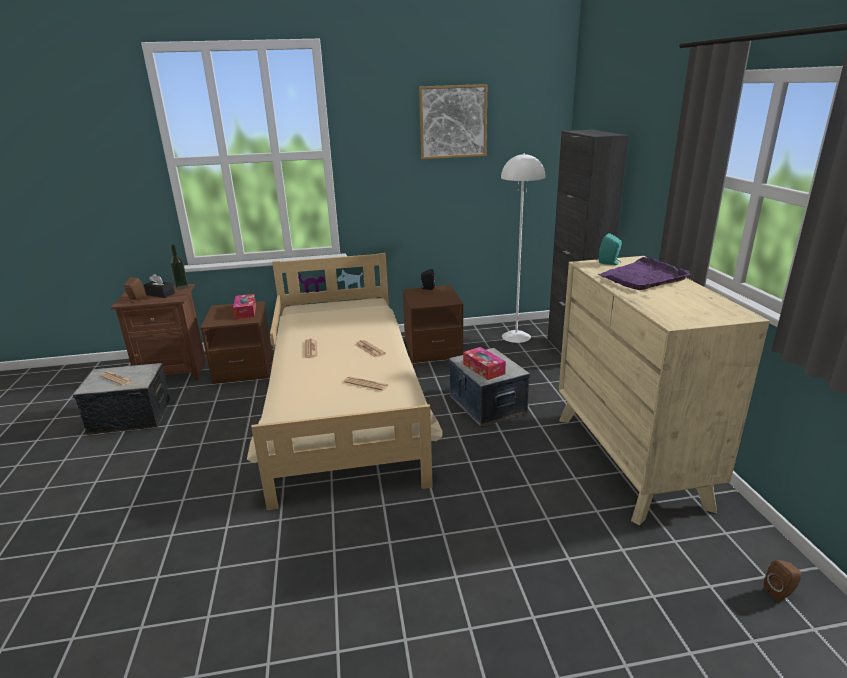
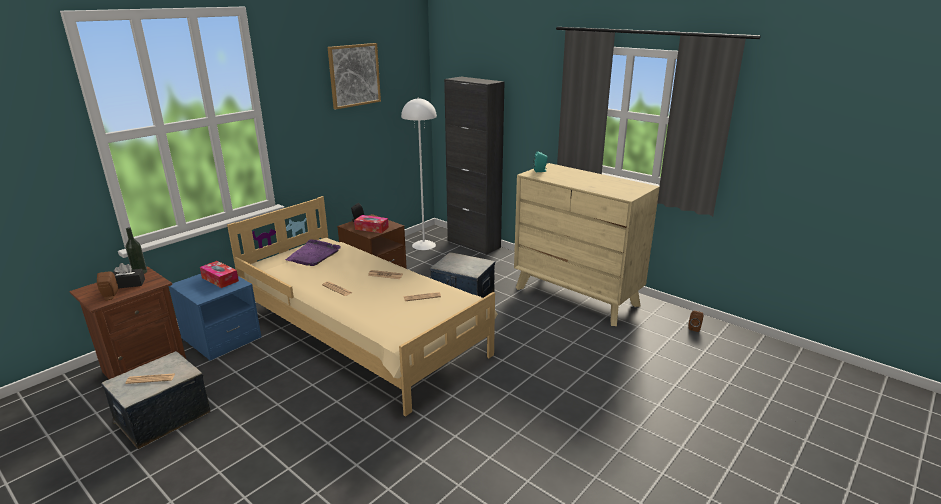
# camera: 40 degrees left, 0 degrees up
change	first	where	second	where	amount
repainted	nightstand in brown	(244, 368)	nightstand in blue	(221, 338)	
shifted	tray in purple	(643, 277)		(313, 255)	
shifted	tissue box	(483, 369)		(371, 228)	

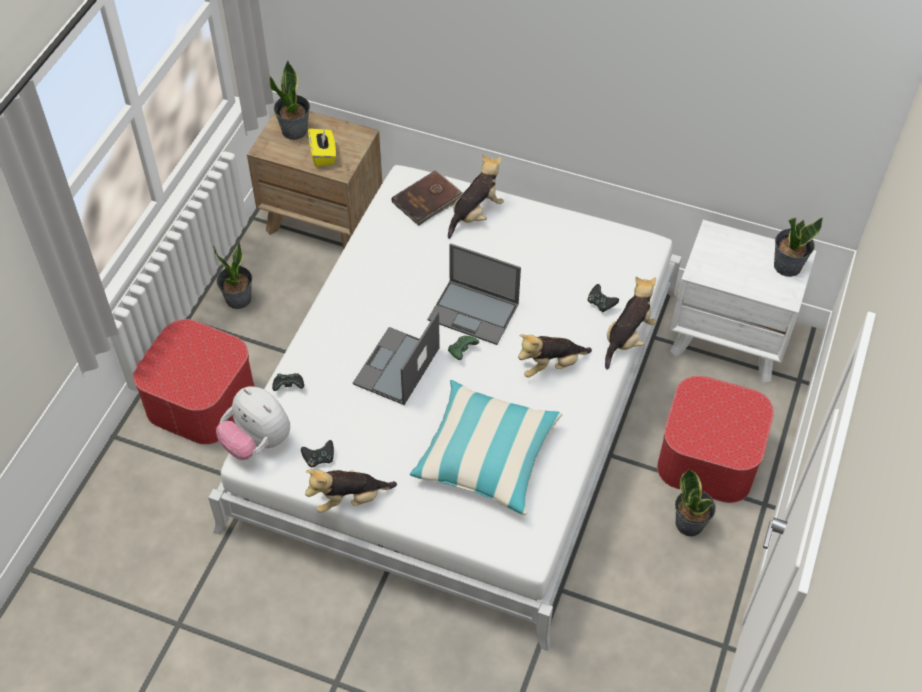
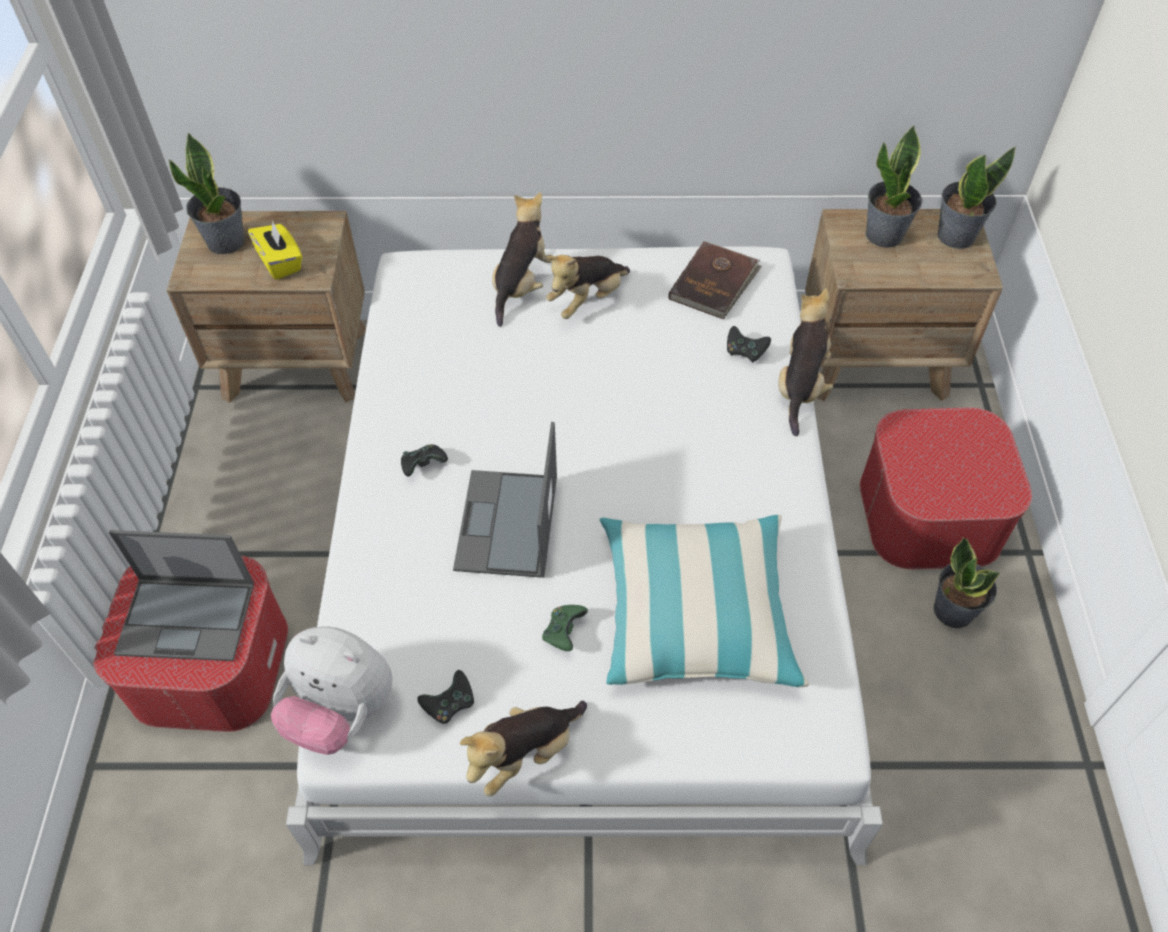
# camera: 20 degrees left, 0 degrees up
change	first	where	second	where	amount
shifted	laptop	(474, 312)		(188, 618)	
shifted	game controller in black	(289, 386)		(423, 466)	
shifted	game controller in green	(462, 351)		(564, 632)	
shifted	plush toy	(550, 365)		(587, 300)	
shifted	book in brown	(428, 200)		(715, 283)	
repainted	nightstand in white	(729, 339)	nightstand in brown	(875, 361)	
shifted	potted plant	(238, 299)		(885, 235)	

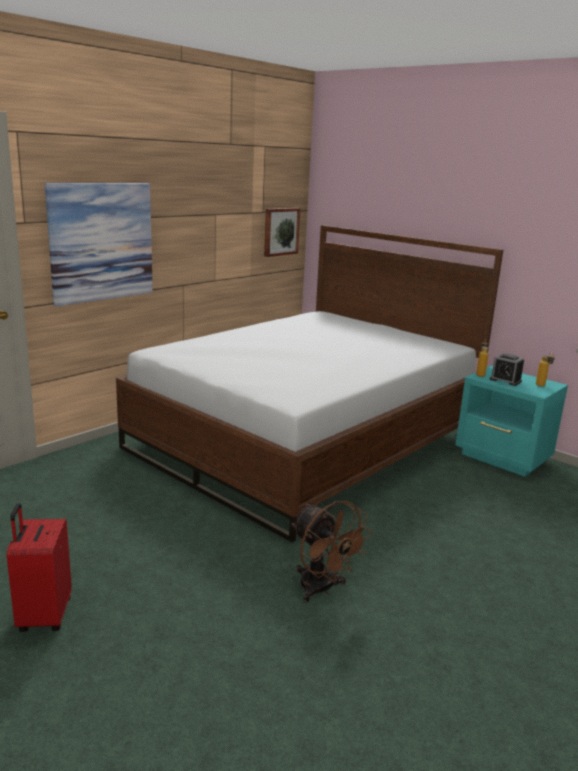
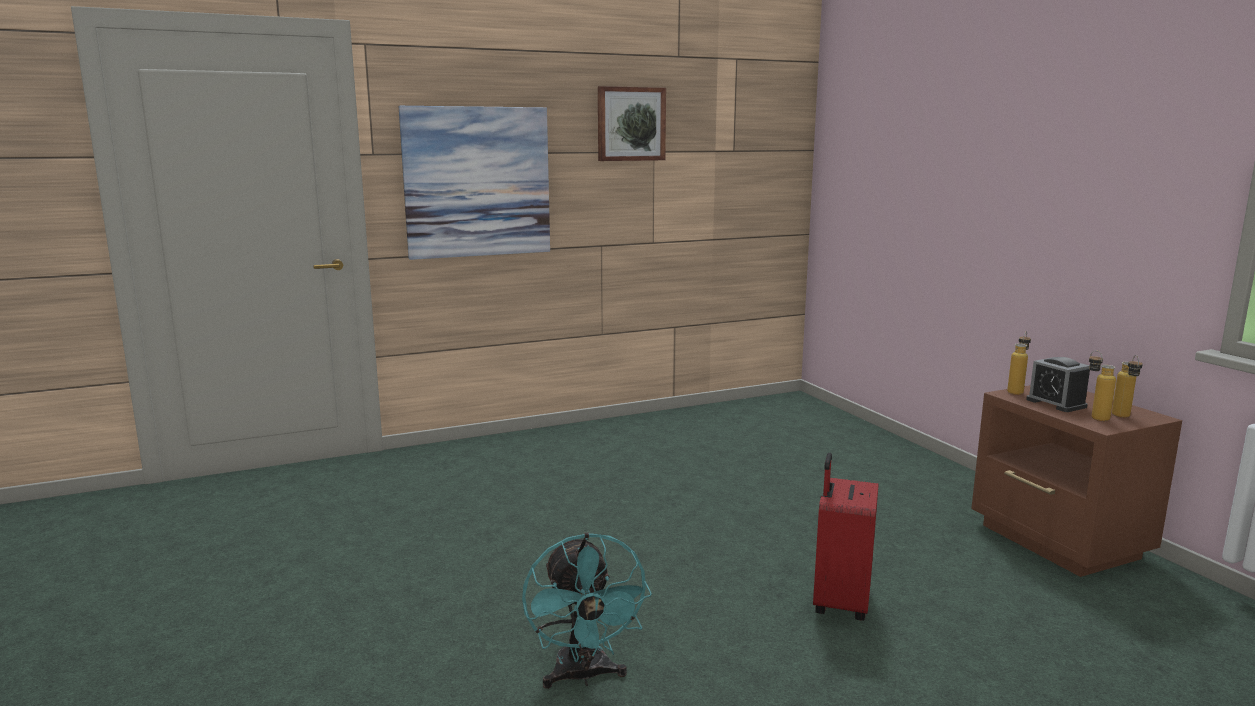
# camera: 25 degrees right, 5 degrees down
change	first	where	second	where	amount
repainted	fan in brown	(322, 589)	fan in turquoise	(584, 676)	
shifted	picture	(280, 231)		(630, 124)	
shifted	suitcase in red	(43, 616)		(839, 602)	
repainted	nightstand in turquoise	(503, 458)	nightstand in brown	(1059, 542)	
new			bottle	(1094, 416)	
gone	bed	(307, 441)			

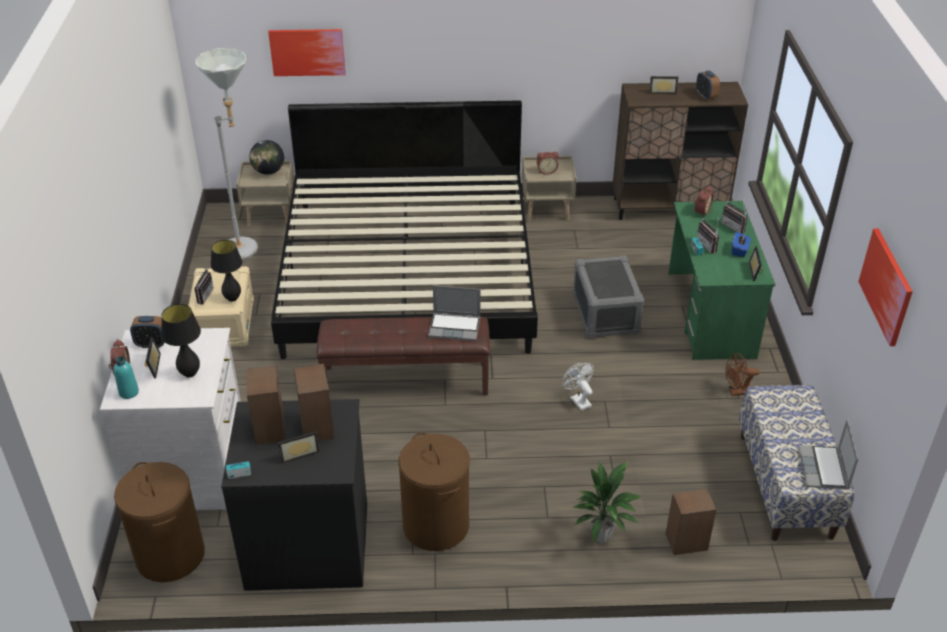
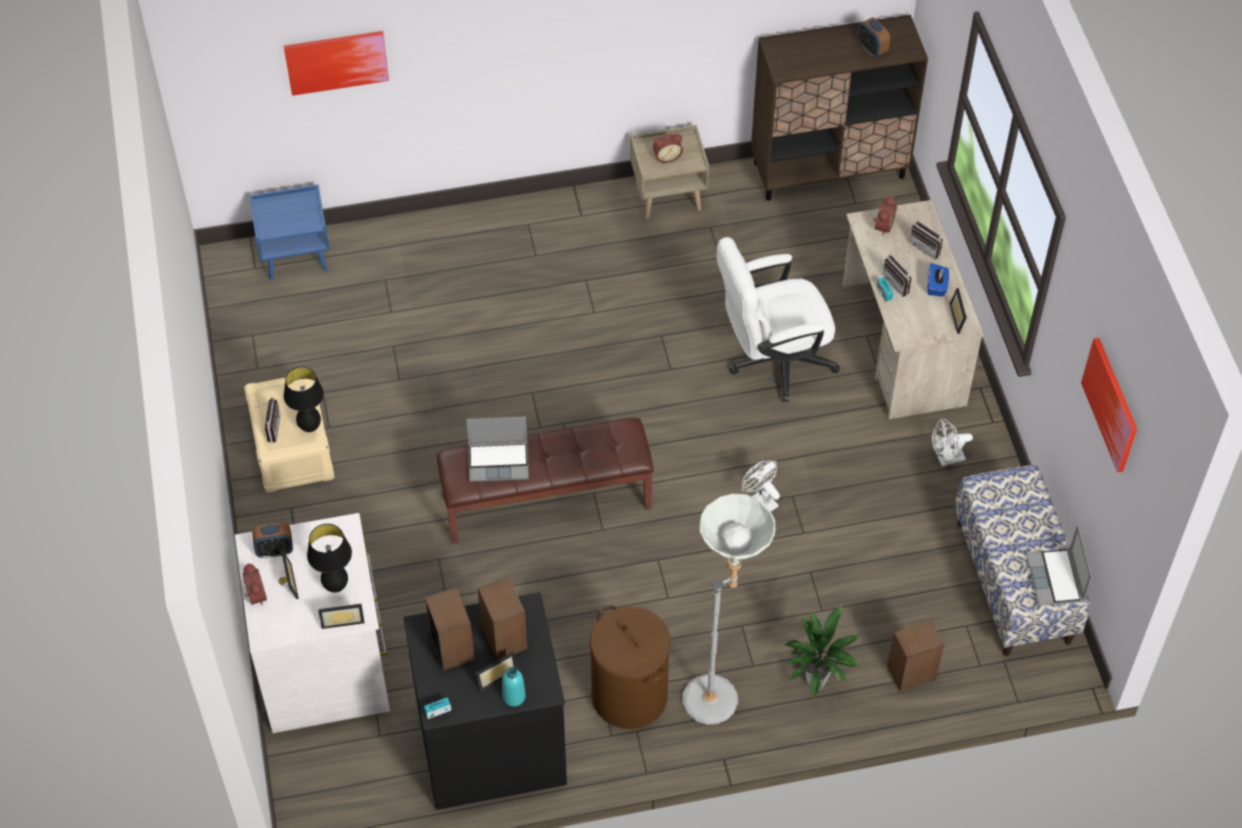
# camera: 10 degrees left, 15 degrees up
change	first	where	second	where	amount
repainted	nightstand in beige	(271, 216)	nightstand in blue	(296, 256)	
shifted	picture frame	(662, 91)		(342, 619)	
shifted	laptop	(455, 327)		(499, 461)	
shifted	bottle in turquoise	(129, 392)		(514, 696)	
shifted	floor lamp in grey	(247, 247)		(720, 694)	
swapped	storage box in grey	(605, 313)	office chair in white	(772, 361)	
repainted	desk in green	(710, 314)	desk in beige	(903, 345)	
repainted	fan in brown	(736, 391)	fan in white	(946, 459)	
gone	laundry basket in brown	(170, 555)			
gone	globe	(268, 171)			
gone	bed	(408, 273)			

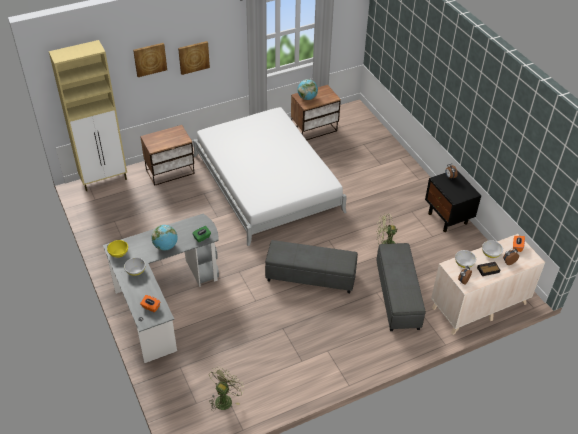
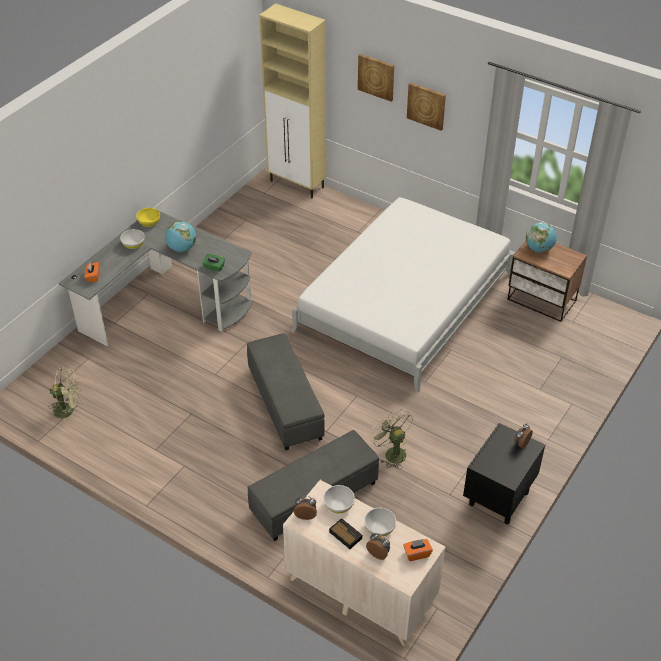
# camera: 60 degrees right, 0 degrees up
change	first	where	second	where	amount
gone	nightstand	(171, 172)			

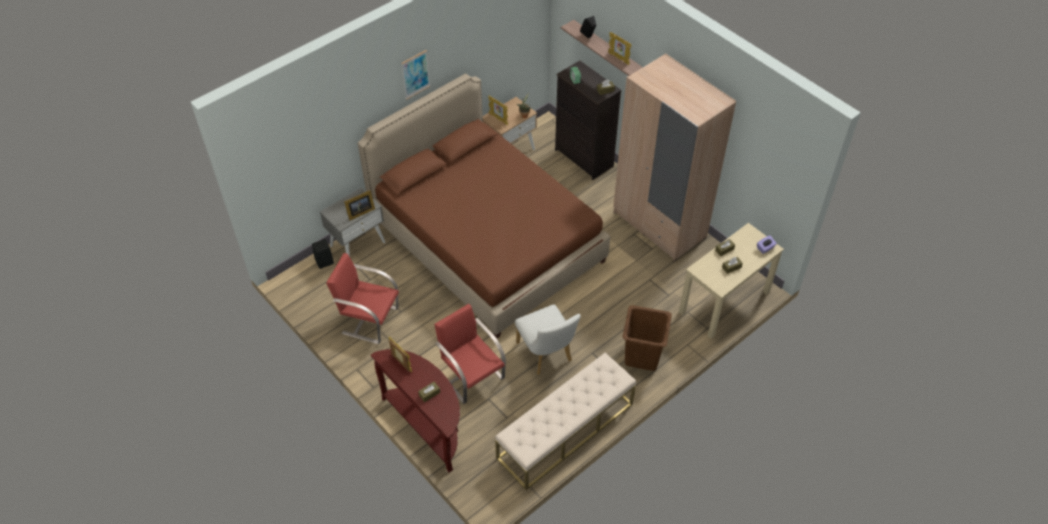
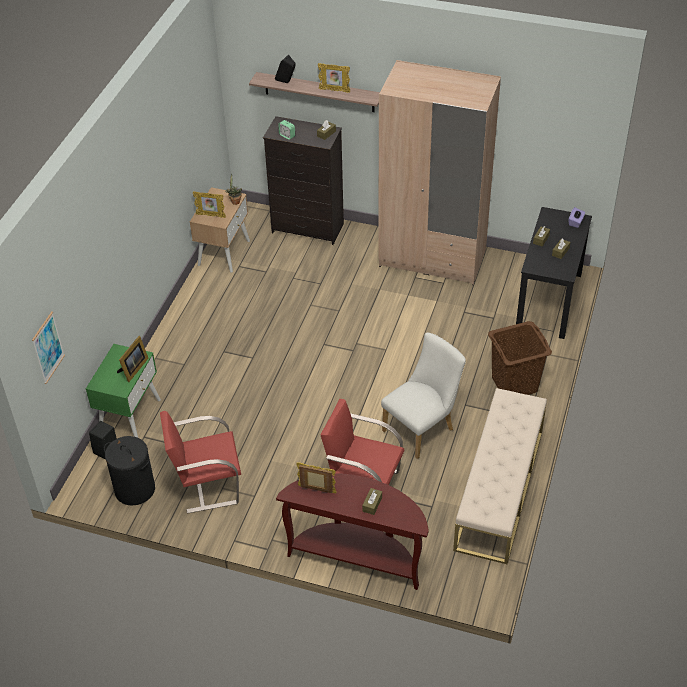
# camera: 30 degrees left, 5 degrees down
change	first	where	second	where	amount
shifted	picture	(415, 74)		(48, 347)	
repainted	nightstand in grey	(357, 243)	nightstand in green	(130, 415)	
new			laundry basket in black	(134, 489)	
rotated	chair in white	(546, 355)		(422, 428)	75 degrees counterclockwise
repainted	desk in beige	(724, 302)	desk in black	(549, 301)	
gone	bed in brown	(487, 241)			

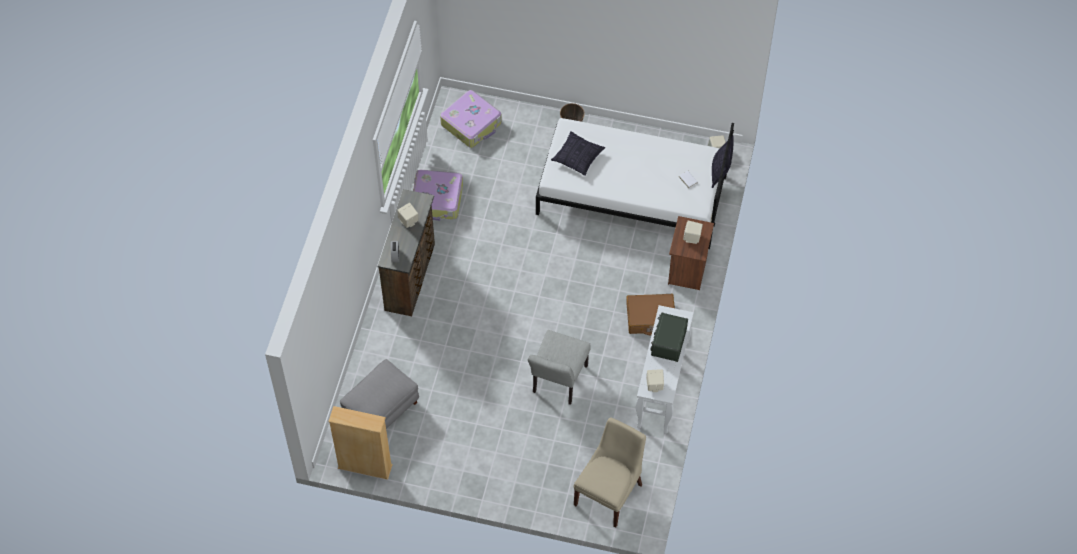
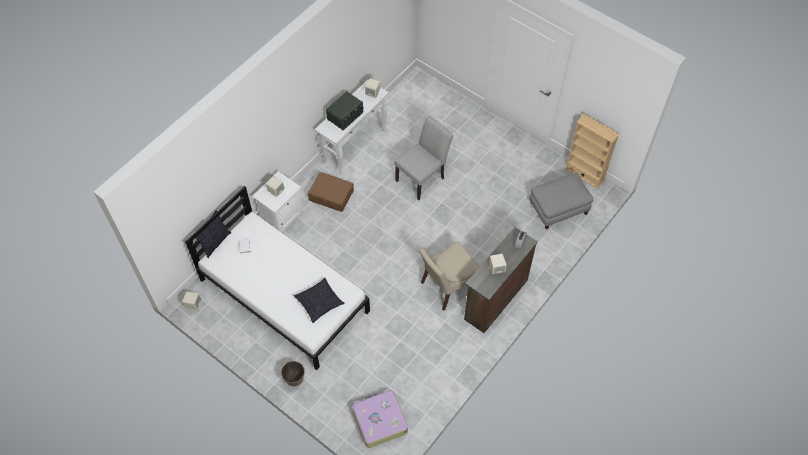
# camera: 155 degrees left, 0 degrees up
change	first	where	second	where	amount
repainted	nightstand in brown	(688, 270)	nightstand in white	(281, 218)	
shifted	chair in beige	(609, 492)		(447, 286)	
gone	suitcase	(437, 200)			

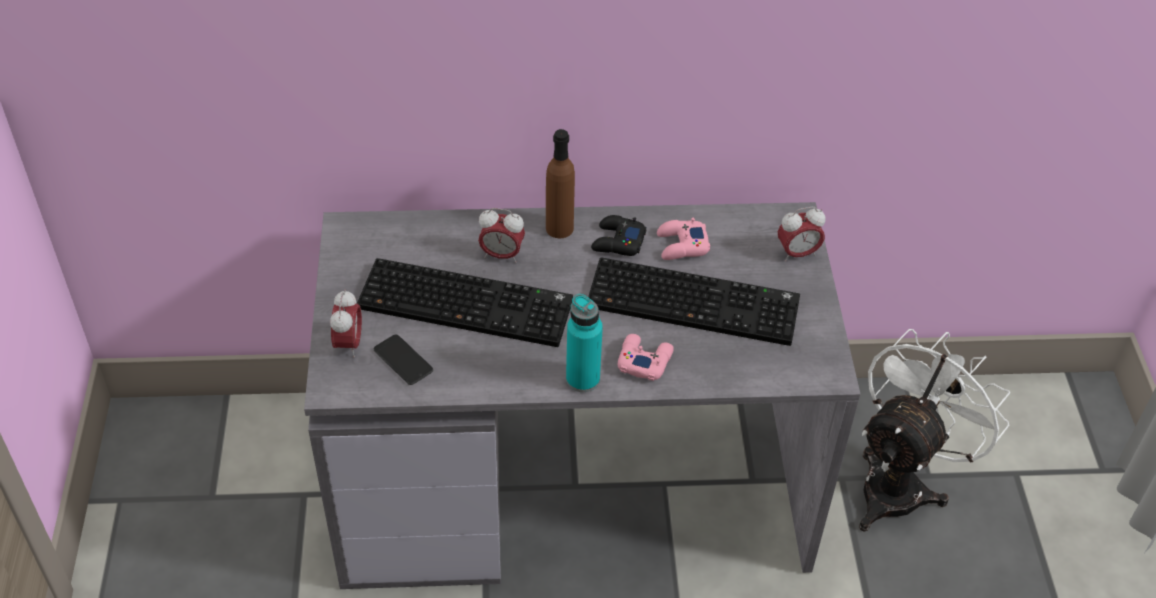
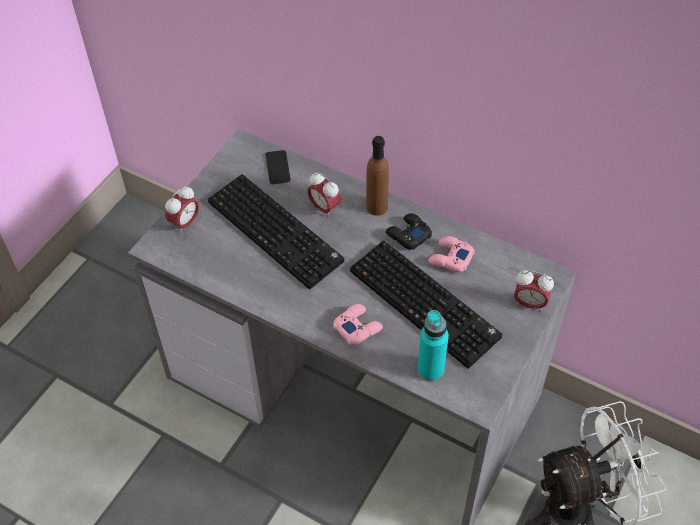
# camera: 35 degrees right, 5 degrees up
change	first	where	second	where	amount
shifted	phone	(403, 360)		(278, 168)	
shifted	bottle in turquoise	(582, 379)		(430, 370)	

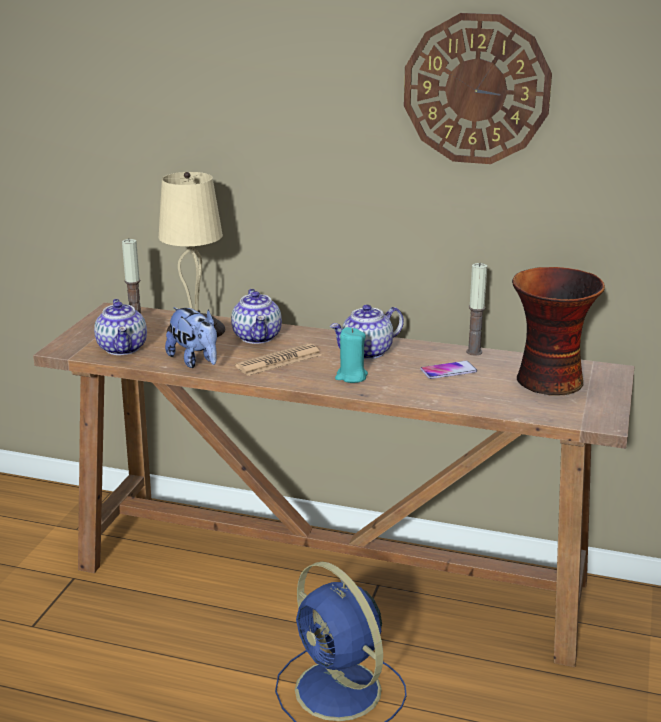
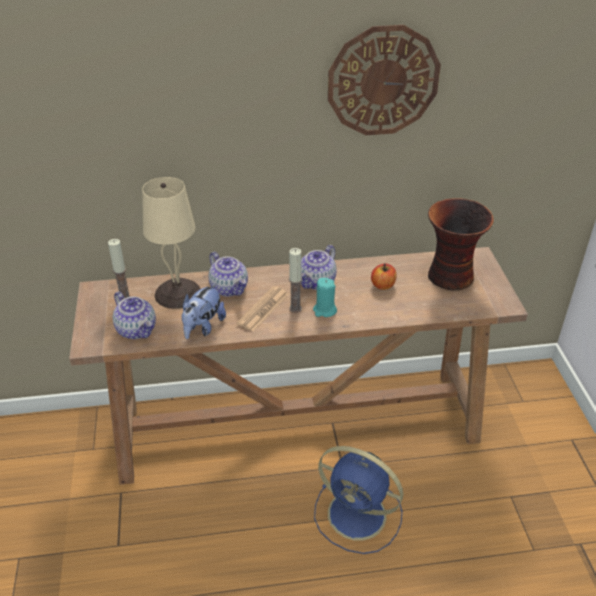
# camera: 25 degrees left, 15 degrees up
change	first	where	second	where	amount
rotated	plush toy	(195, 361)		(203, 327)	90 degrees clockwise
shifted	candle	(474, 352)		(295, 308)	
swapped	phone	(448, 371)	apple	(383, 285)	

